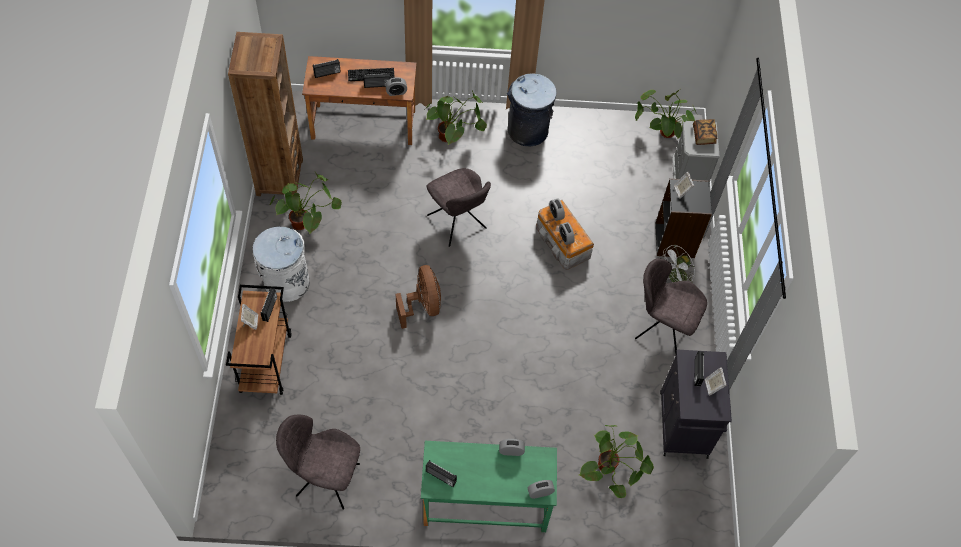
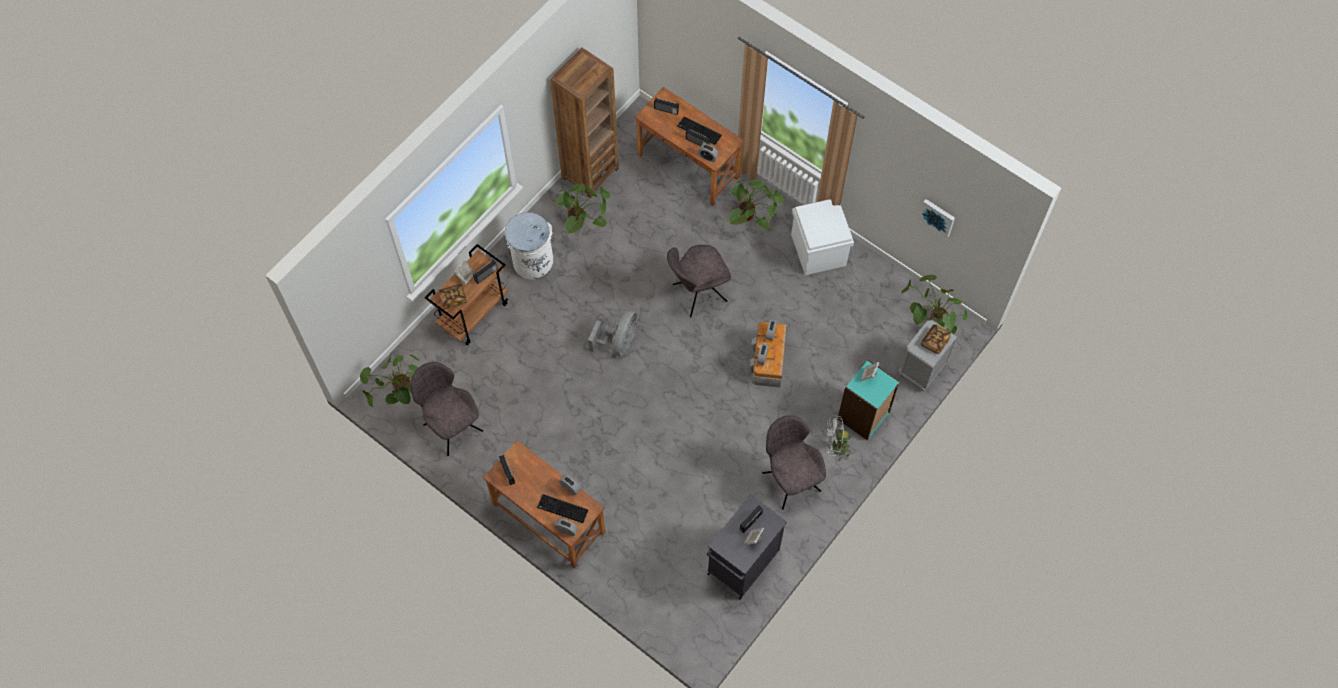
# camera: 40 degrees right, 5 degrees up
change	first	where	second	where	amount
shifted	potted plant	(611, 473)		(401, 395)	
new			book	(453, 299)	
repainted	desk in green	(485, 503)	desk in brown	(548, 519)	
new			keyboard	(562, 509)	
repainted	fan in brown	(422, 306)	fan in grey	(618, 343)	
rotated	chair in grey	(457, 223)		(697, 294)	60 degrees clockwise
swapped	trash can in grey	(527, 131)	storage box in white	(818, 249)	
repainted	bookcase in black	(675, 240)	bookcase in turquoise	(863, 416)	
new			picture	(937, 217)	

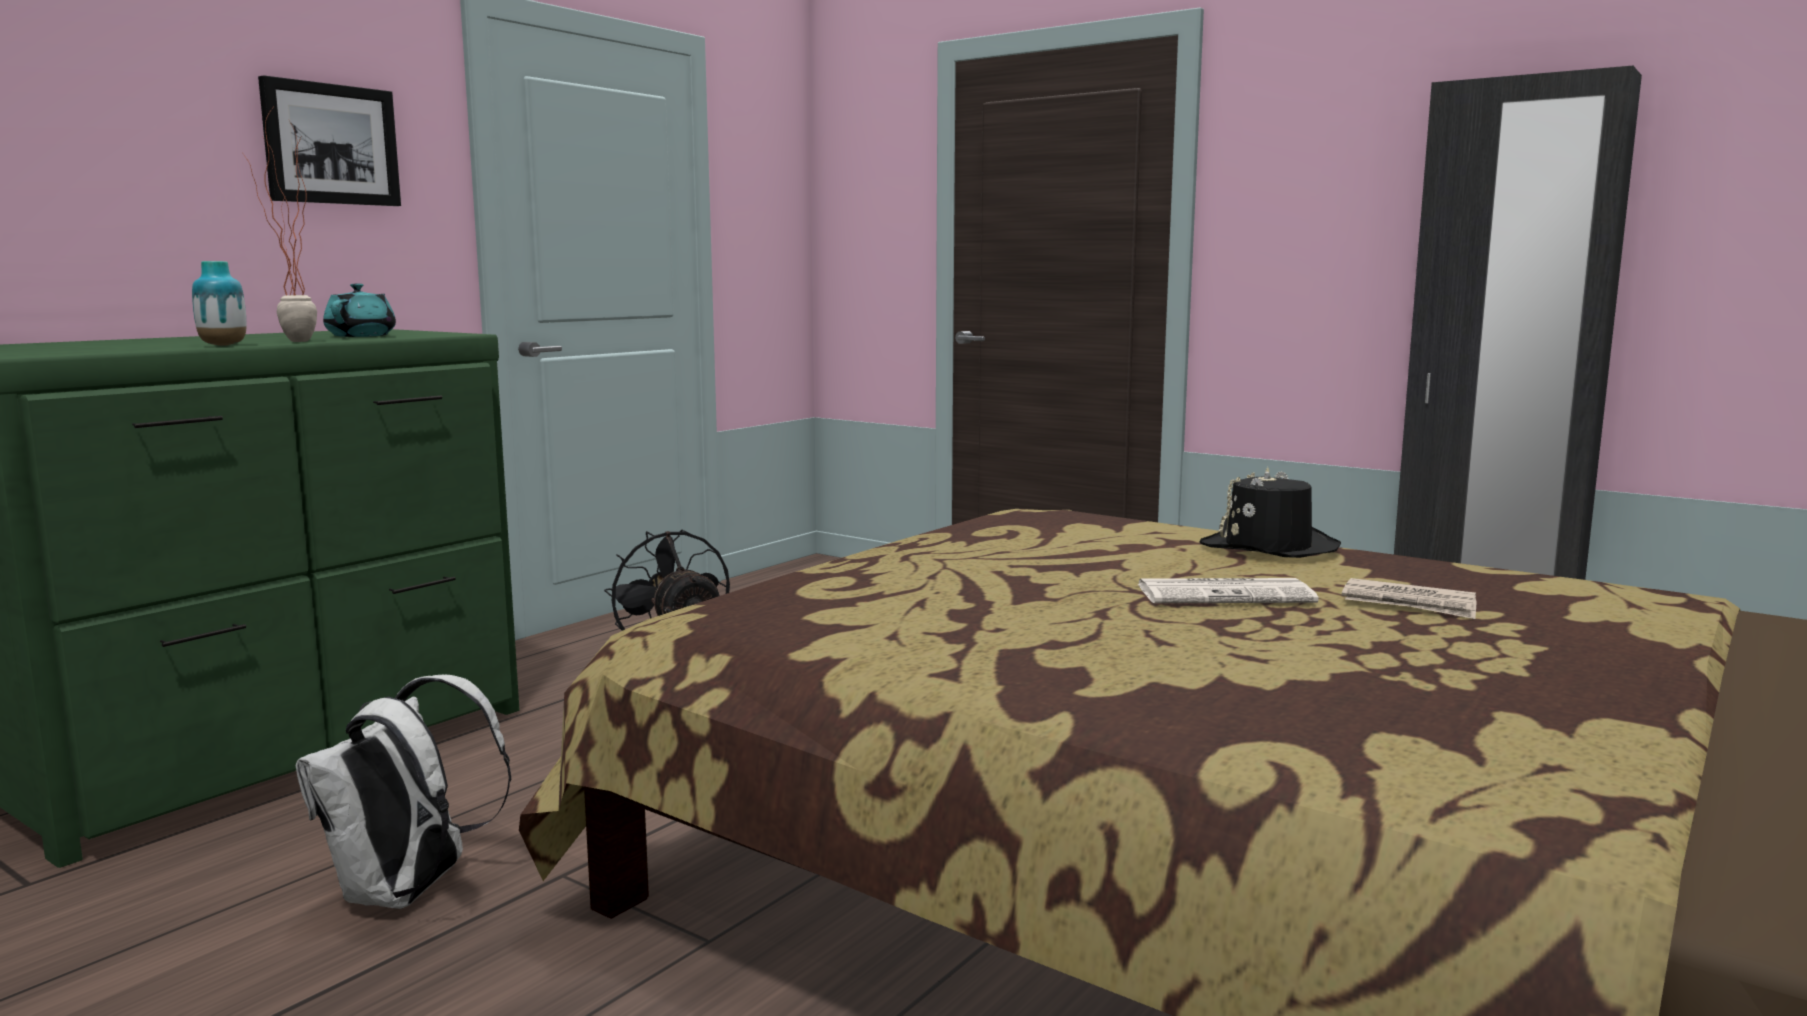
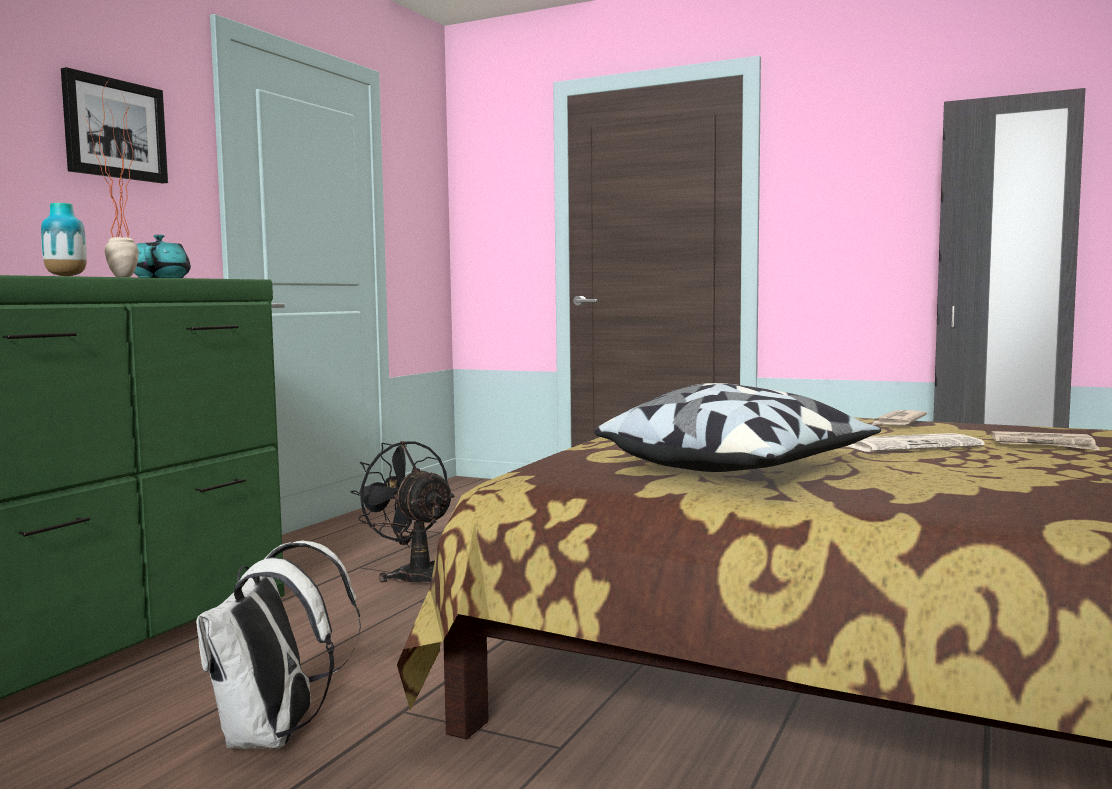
# camera: 10 degrees left, 5 degrees down
change	first	where	second	where	amount
new			pillow	(738, 470)	
swapped	hat in black	(1269, 547)	newspaper	(896, 422)	

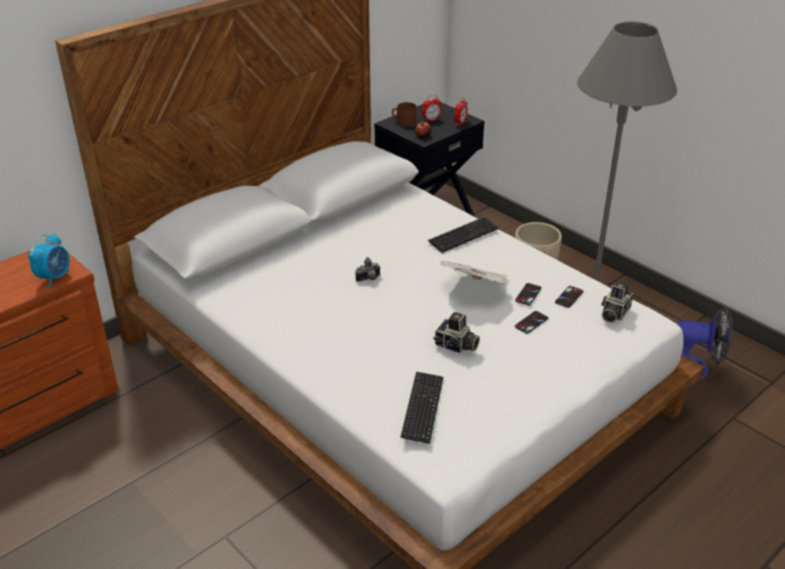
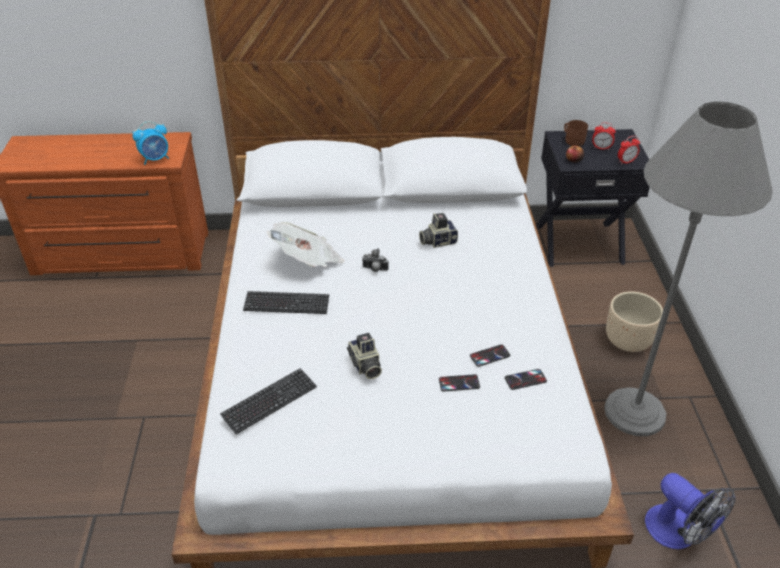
# camera: 40 degrees right, 5 degrees up
change	first	where	second	where	amount
shifted	keyboard	(463, 236)		(286, 304)	
shifted	newspaper	(477, 288)		(308, 260)	
shifted	photo camera	(613, 313)		(437, 241)	

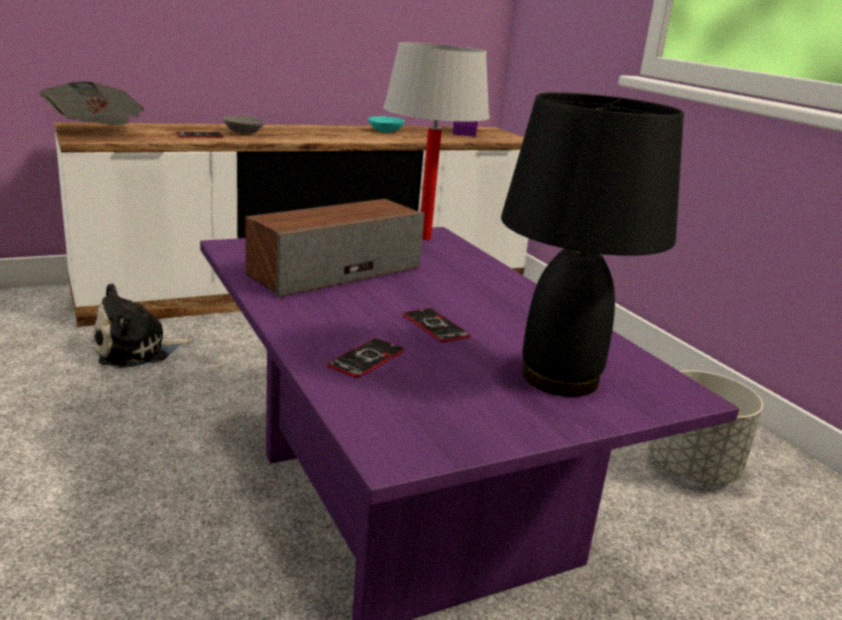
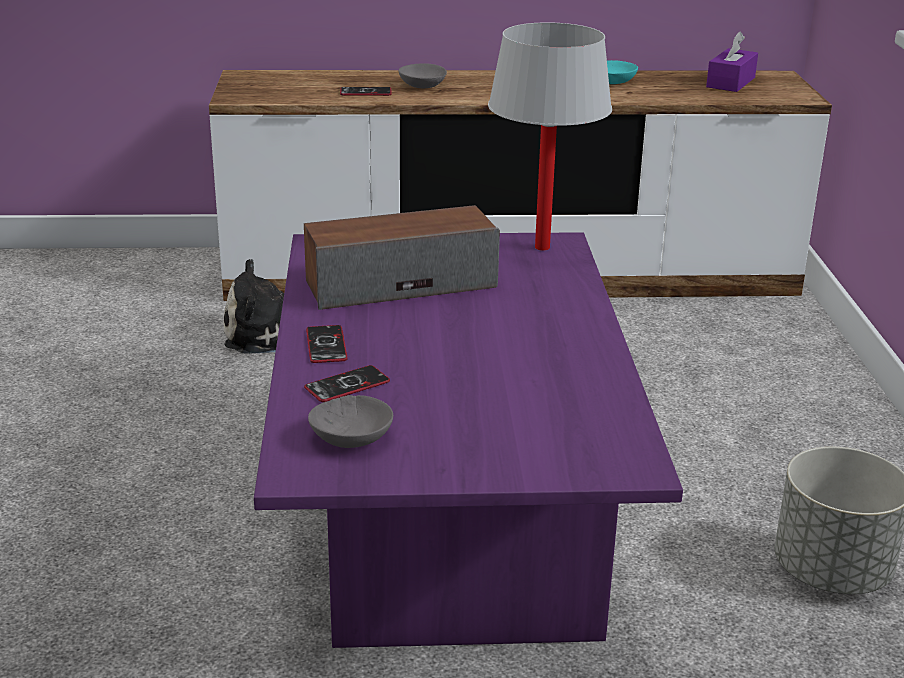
# camera: 25 degrees right, 5 degrees up
change	first	where	second	where	amount
shifted	phone	(435, 326)		(326, 345)	
new			bowl in grey	(352, 439)	
gone	newspaper	(97, 132)			
gone	table lamp in black	(558, 378)			

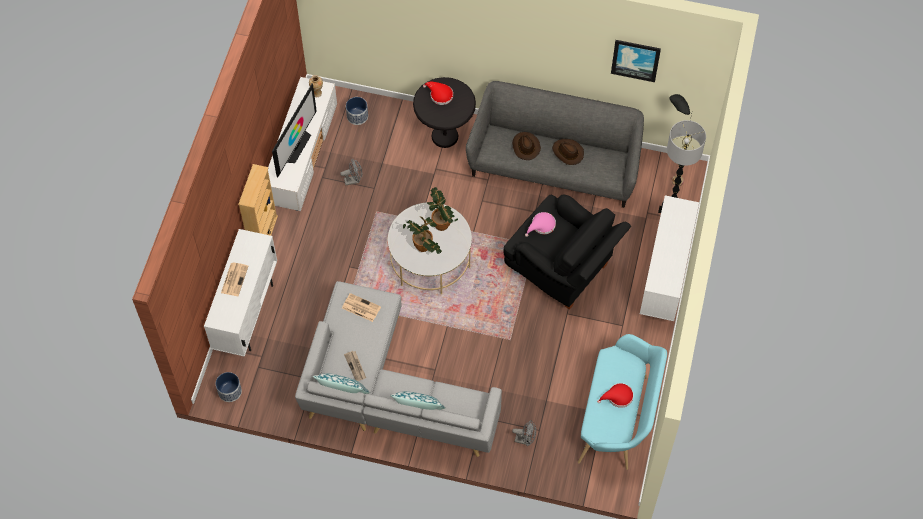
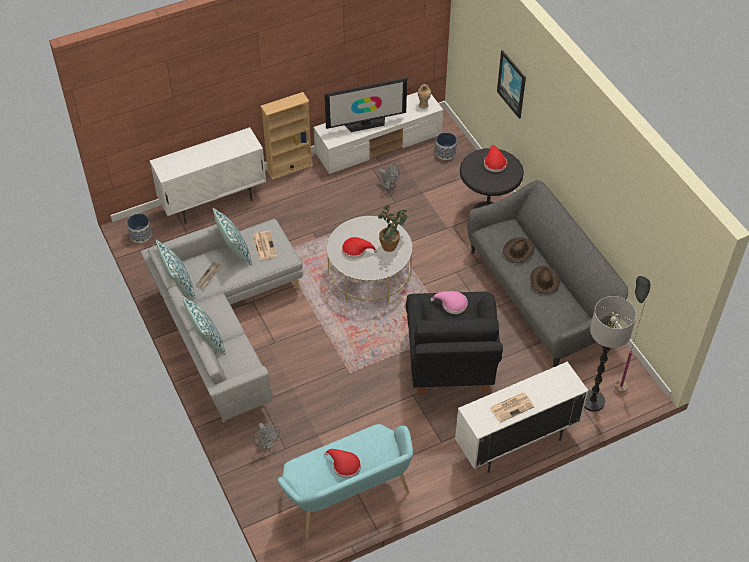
# camera: 50 degrees right, 10 degrees down
change	first	where	second	where	amount
new			pillow	(234, 251)	
swapped	potted plant	(424, 249)	hat in red	(356, 250)	
shifted	newspaper	(234, 279)		(512, 407)	
shifted	picture	(635, 60)		(512, 84)	

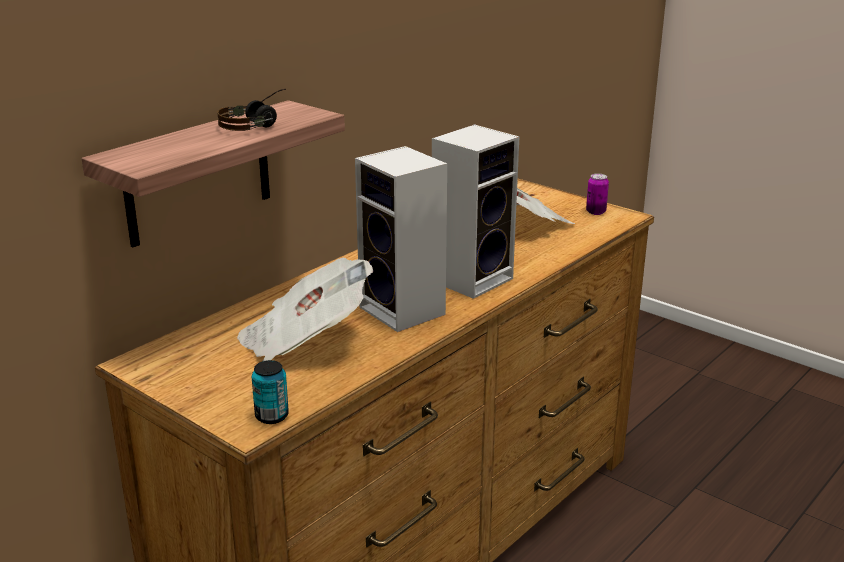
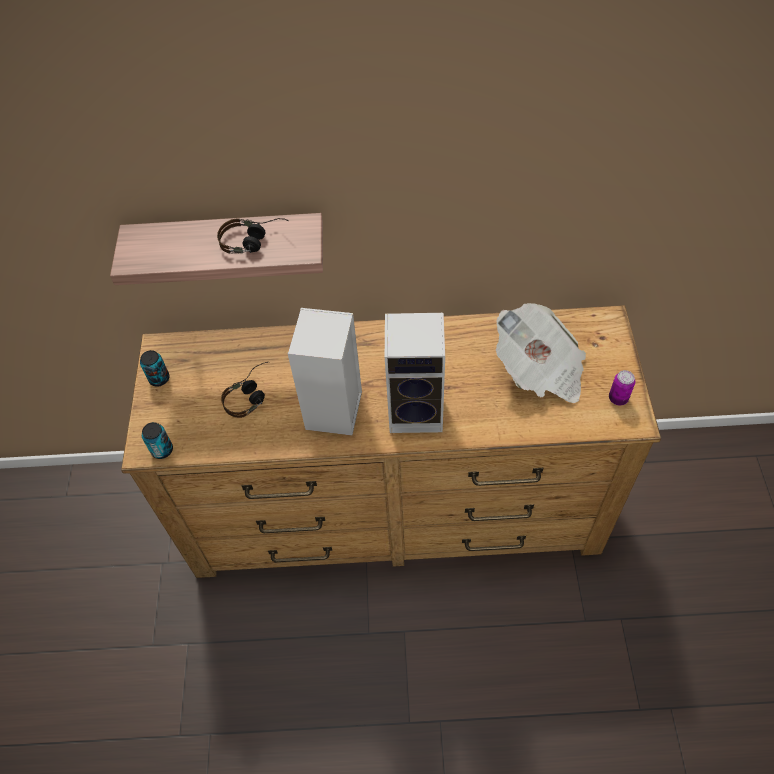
# camera: 50 degrees right, 30 degrees up
change	first	where	second	where	amount
new			can	(159, 379)	
swapped	newspaper	(305, 340)	headphones	(251, 395)	

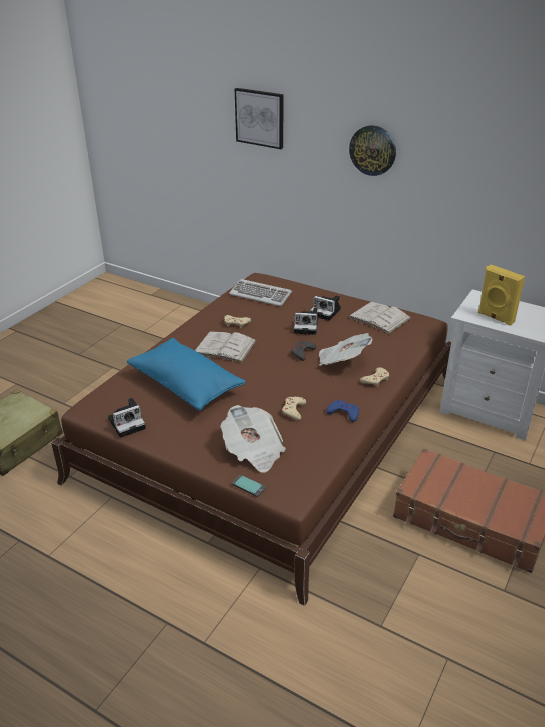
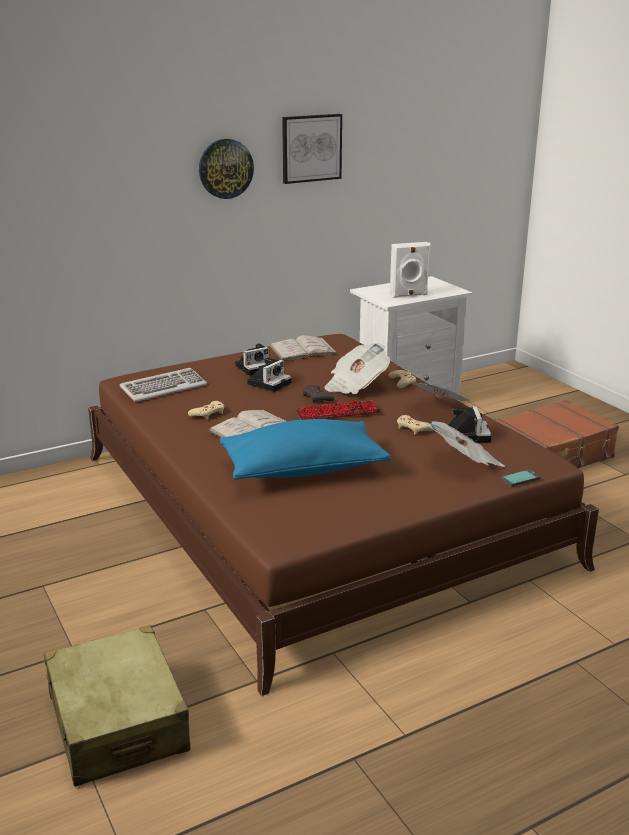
# camera: 60 degrees left, 10 degrees down
change	first	where	second	where	amount
shifted	picture	(260, 118)		(311, 148)	
new			keyboard	(338, 412)	
repainted	speaker in yellow	(495, 318)	speaker in white	(409, 295)	
swapped	game controller in blue	(343, 413)	newspaper	(440, 409)	
shifted	photo camera	(128, 423)		(467, 434)	

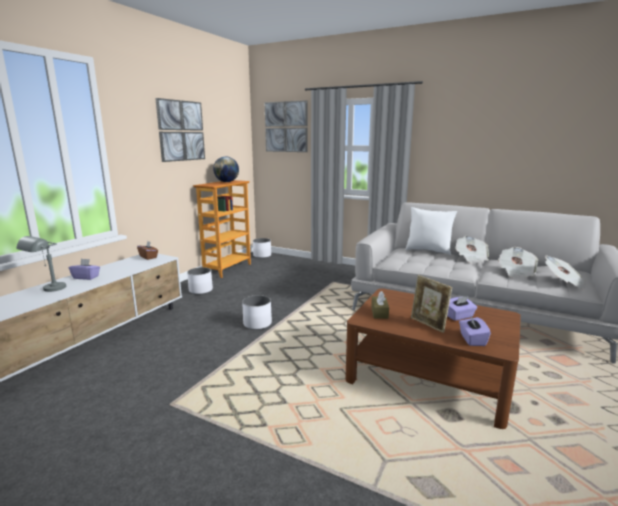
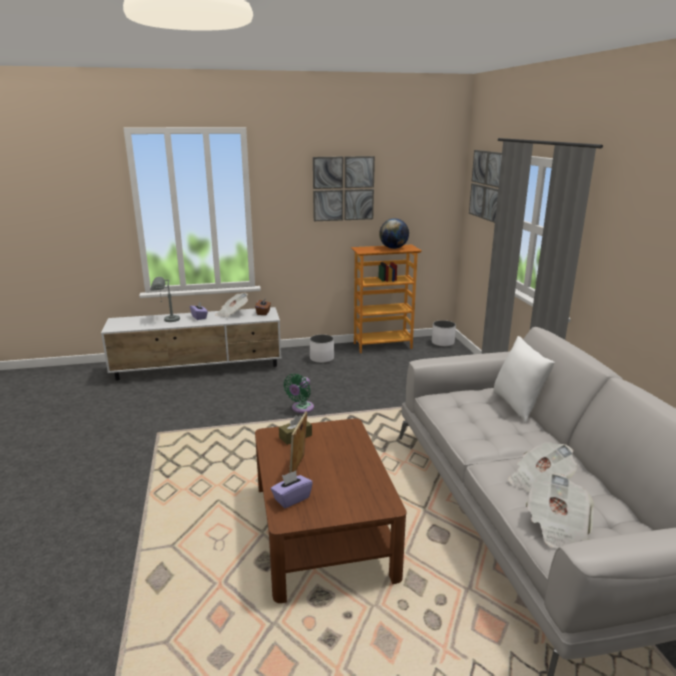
# camera: 50 degrees right, 5 degrees up
change	first	where	second	where	amount
shifted	newspaper	(471, 258)		(232, 313)	
swapped	planter in white	(257, 324)	fan in green	(301, 408)	
gone	tissue box in purple	(459, 316)			

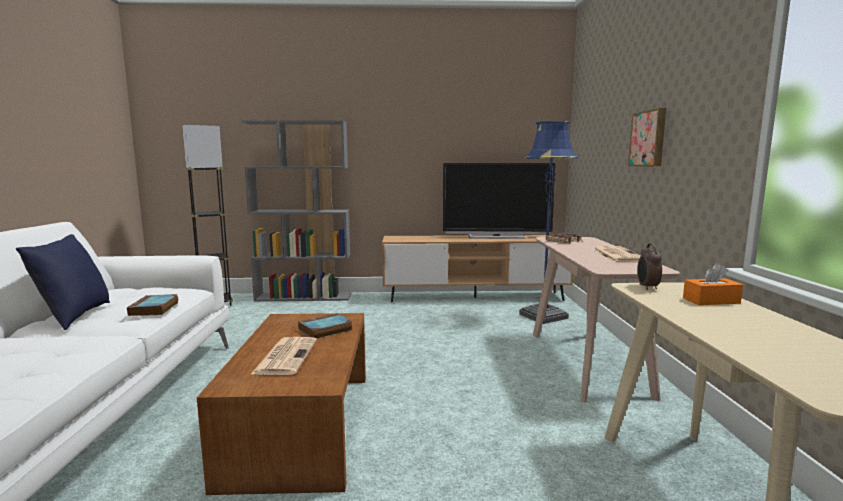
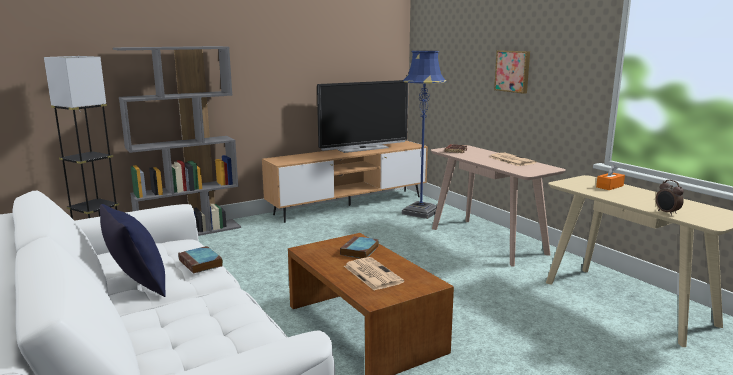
# camera: 30 degrees left, 5 degrees up
change	first	where	second	where	amount
shifted	alarm clock	(647, 287)		(667, 213)	

